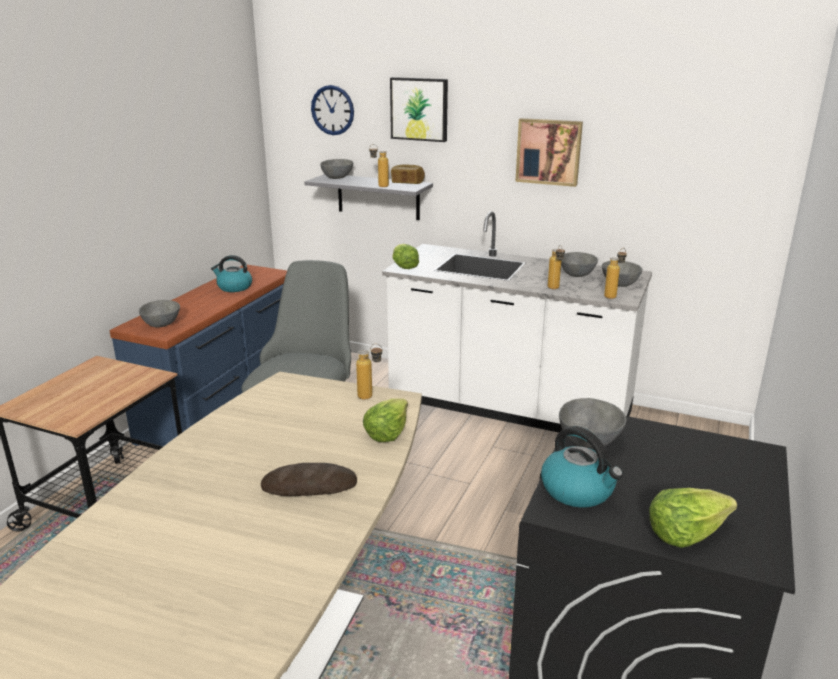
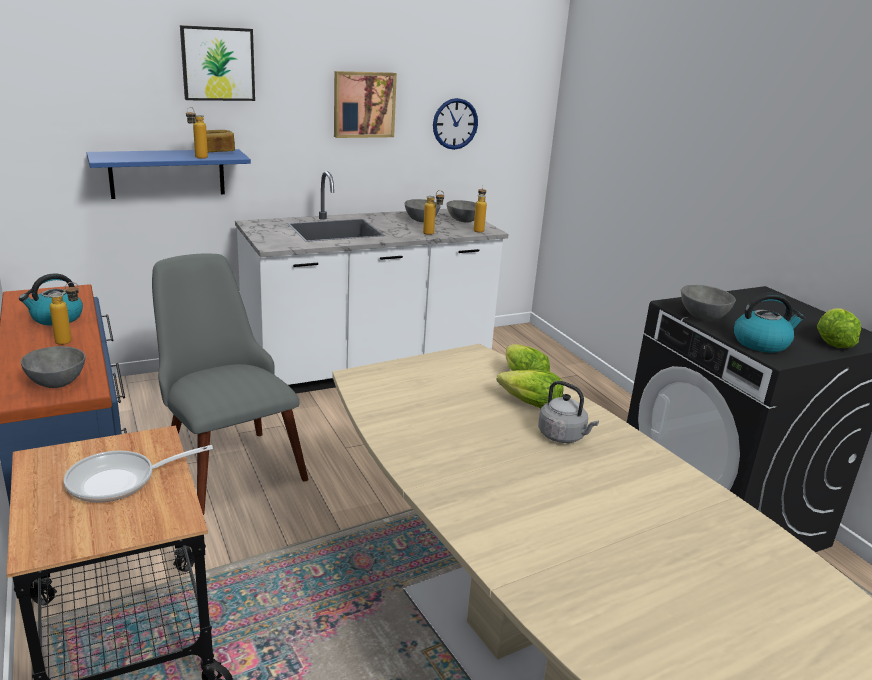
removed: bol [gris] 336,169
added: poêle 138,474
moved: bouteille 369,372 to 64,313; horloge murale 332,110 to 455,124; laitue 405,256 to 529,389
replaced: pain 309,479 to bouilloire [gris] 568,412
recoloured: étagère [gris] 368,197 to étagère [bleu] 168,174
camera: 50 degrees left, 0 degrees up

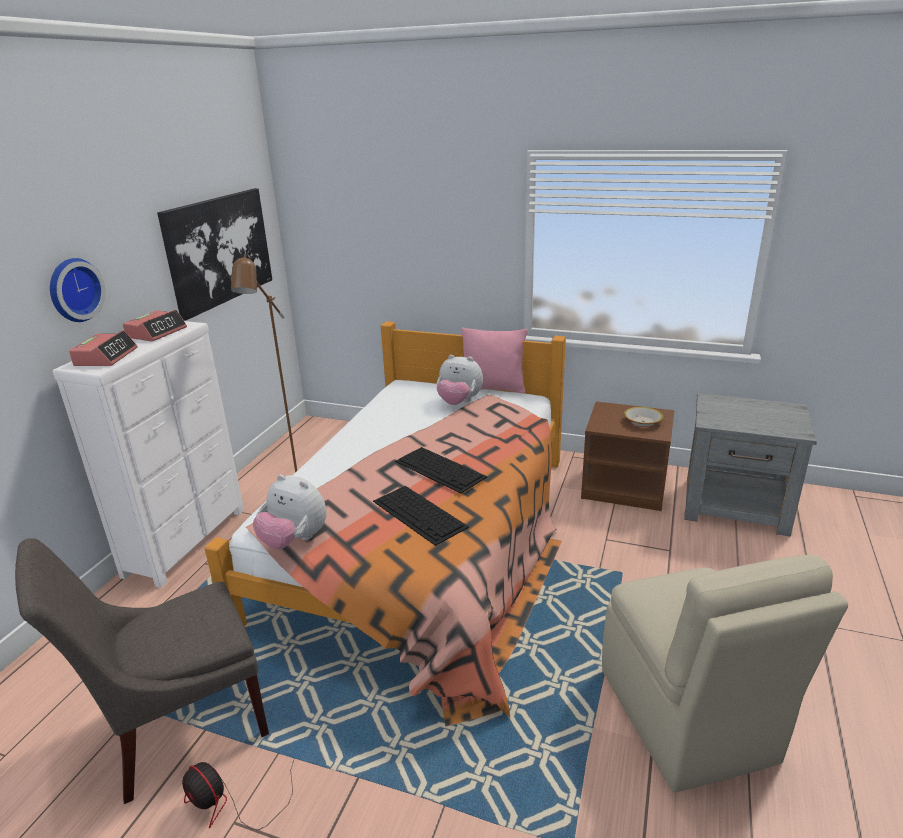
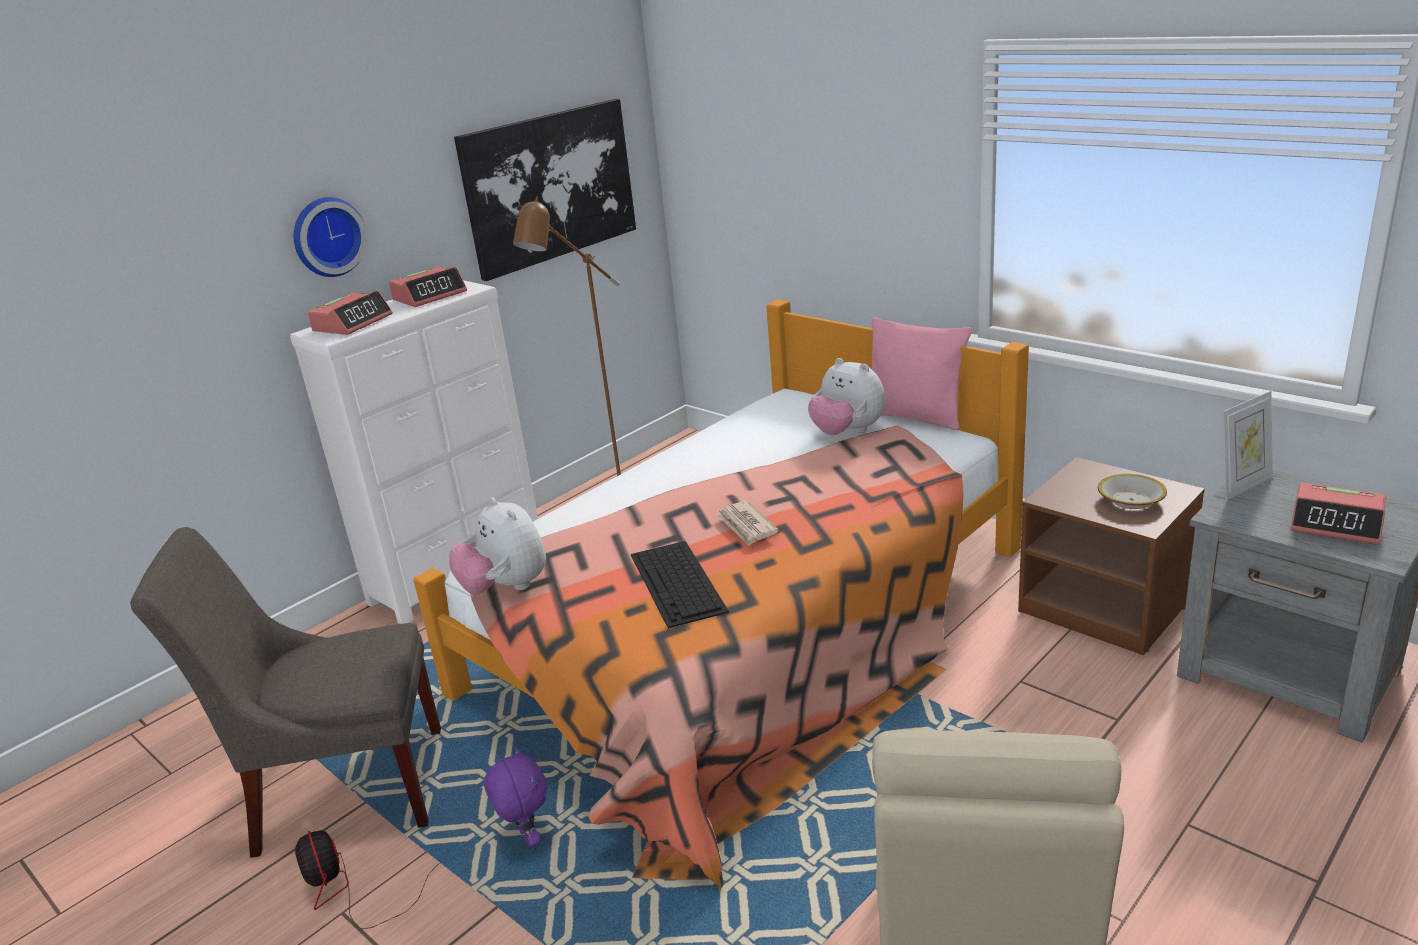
added: peluche [violet] 515,797; cadre photo 1248,445; réveil 1338,514
replaced: clavier 441,470 to journal 747,523
camera: 25 degrees right, 0 degrees up

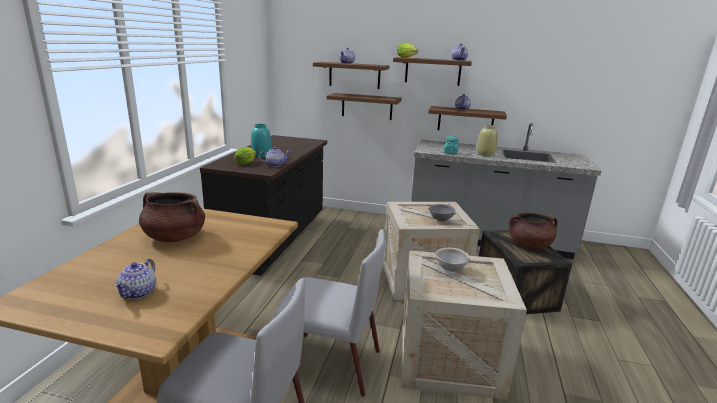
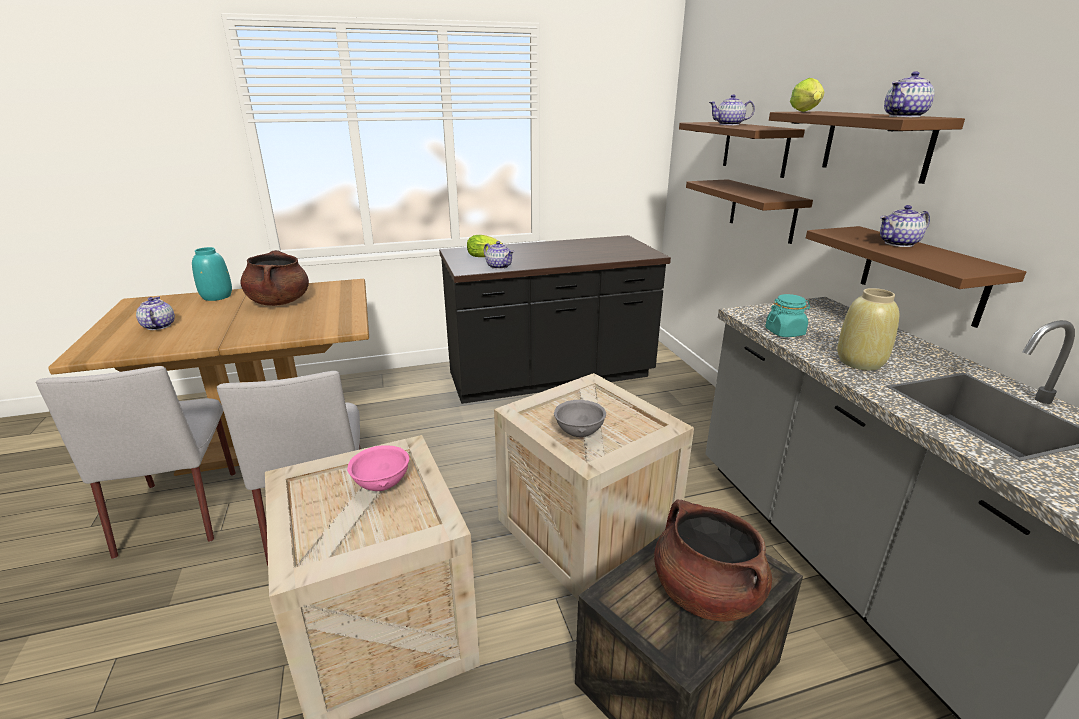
moved: vase [turquoise] 261,140 to 212,274
recoloured: bol [gris] 452,260 to bol [rose] 378,468
turned: théière 135,278 = 155,313 90 degrees clockwise
camera: 60 degrees right, 5 degrees up

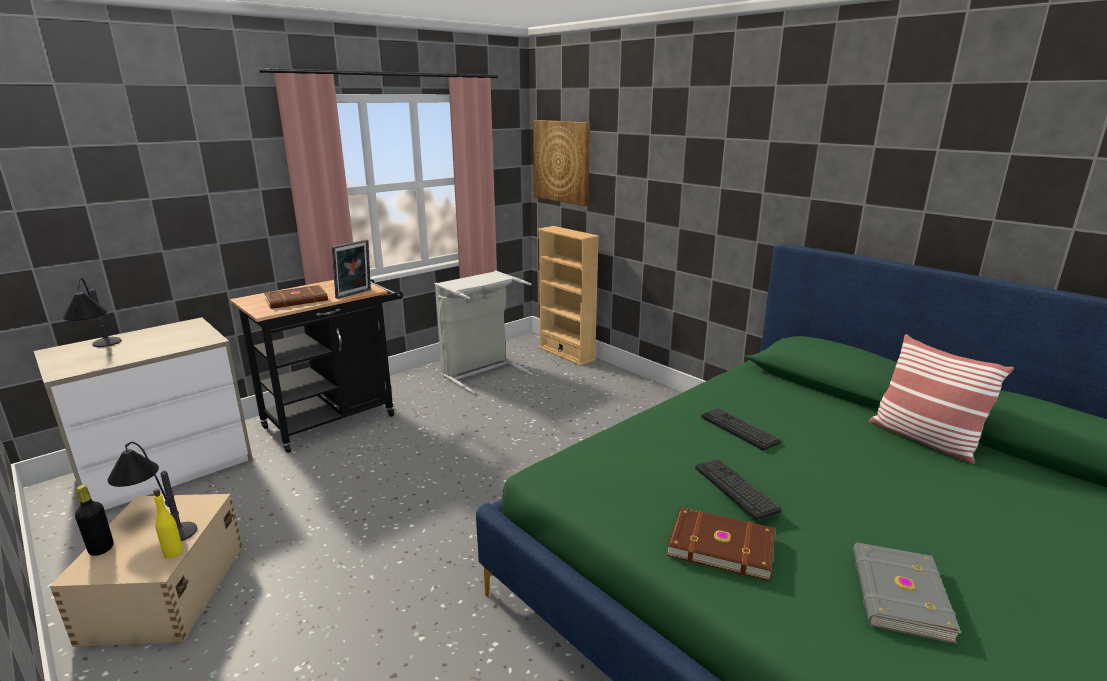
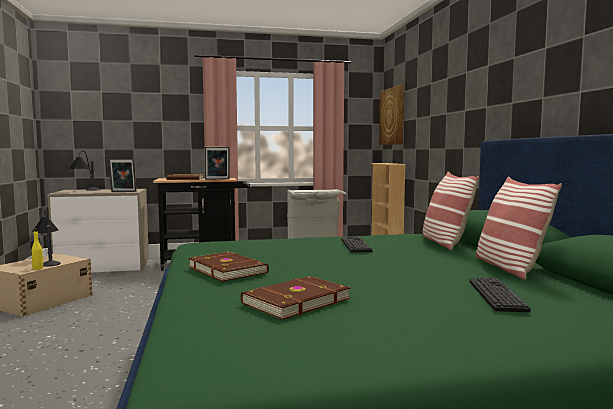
removed: bouteille [noir] 94,520
added: cadre photo 122,175; coussin 451,210
moved: clavier 738,489 to 500,295
recoloured: livre [gris] 907,594 to livre [marron] 296,298
camera: 30 degrees right, 15 degrees down

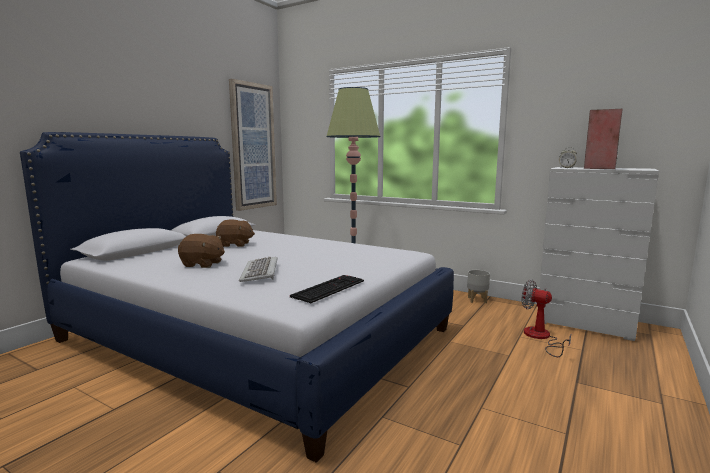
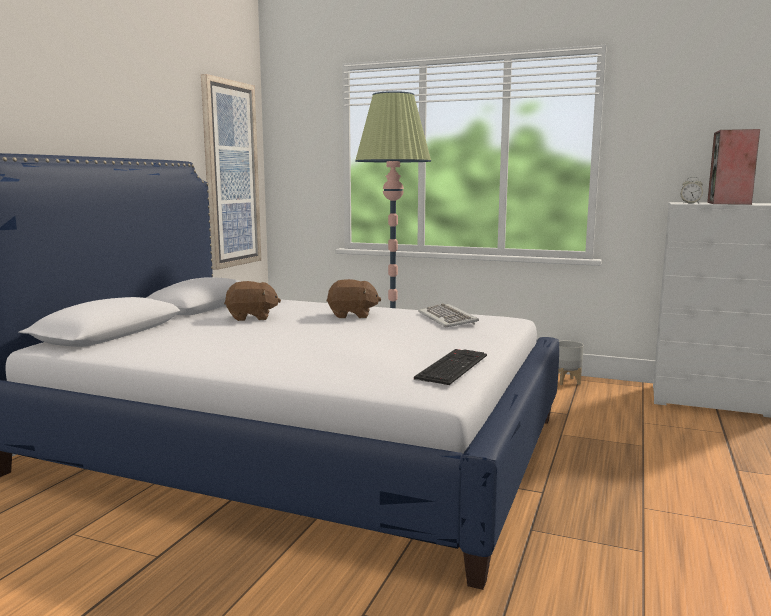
removed: ventilateur 546,318
moved: peluche [marron] 201,251 to 353,298; clavier 258,269 to 448,315
camera: 10 degrees left, 0 degrees up

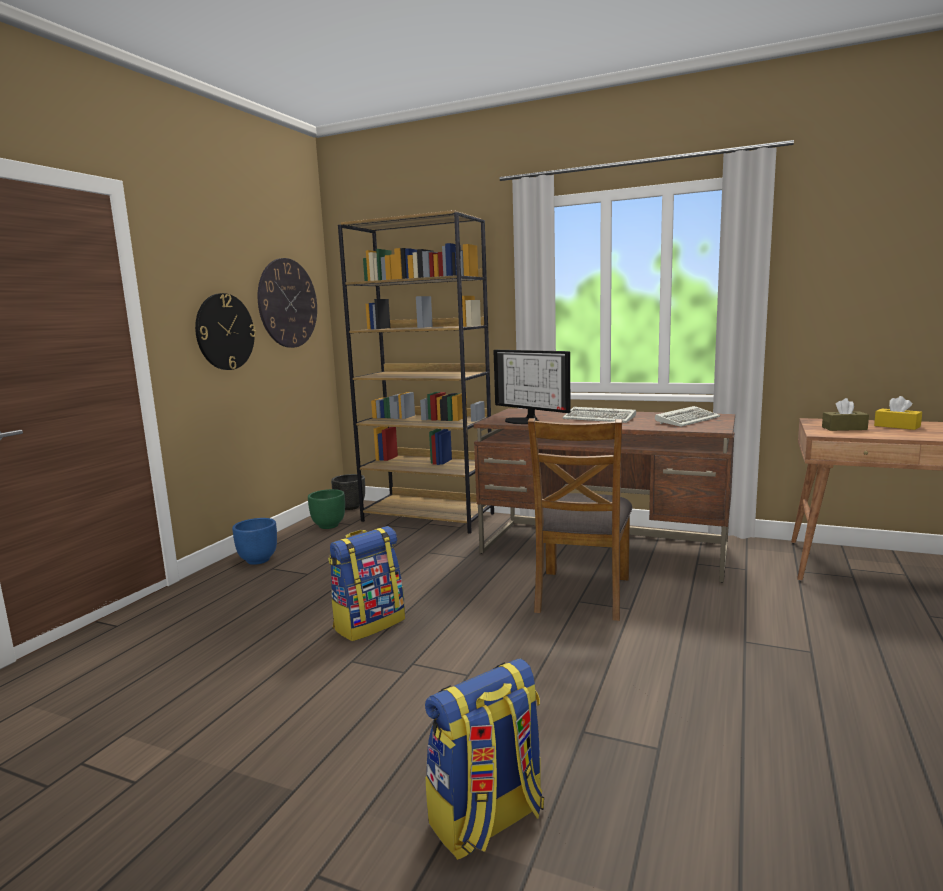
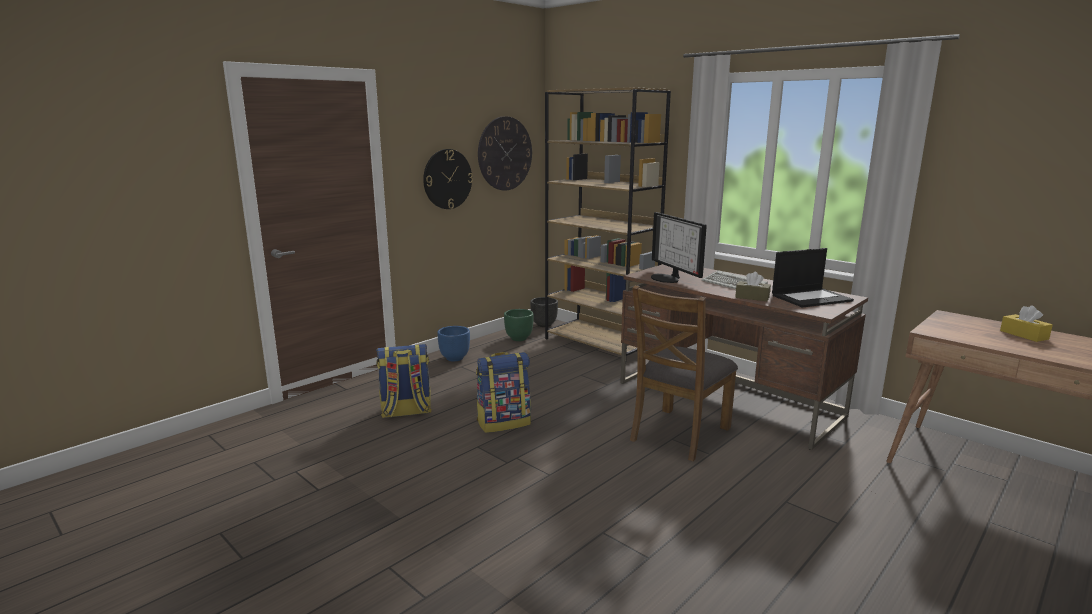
moved: sac à dos 484,759 to 404,381; boîte à mouchoirs [marron] 845,414 to 753,286
replaced: clavier 687,416 to ordinateur portable 813,278
camera: 20 degrees right, 5 degrees up

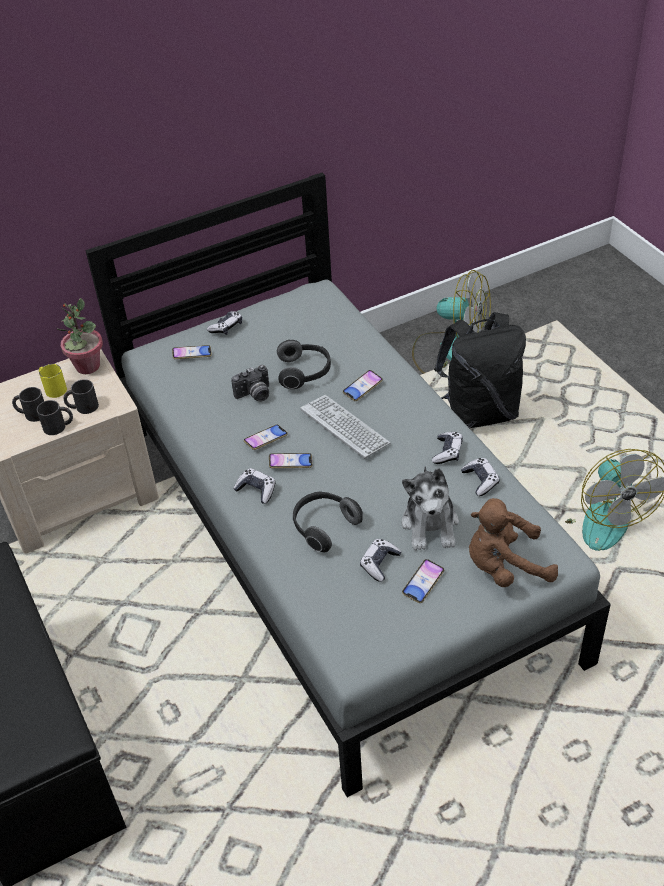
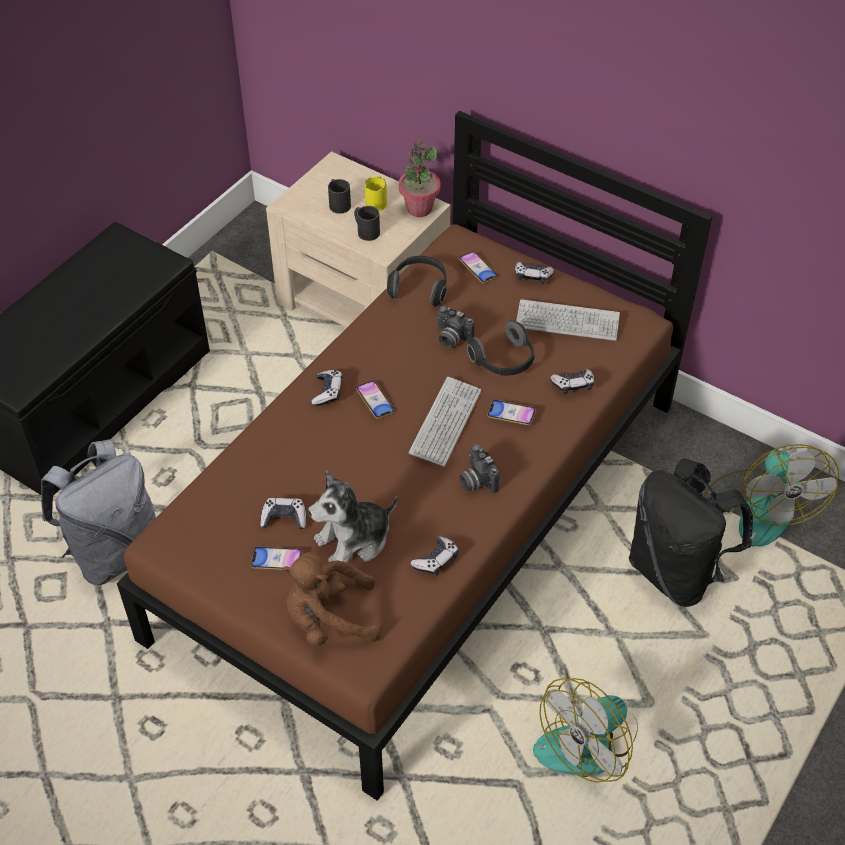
removed: mug [noir] 55,417; téléphone 266,437
added: sac à dos [gris] 98,512; appareil photo 479,469; clavier 568,320
moved: casque audio 328,521 to 417,281; manette 447,448 to 572,381
recoloured: lit [gris] 348,485 to lit [marron] 415,456
turned: peluche [marron] 513,542 = 332,599 60 degrees counterclockwise
camera: 60 degrees right, 5 degrees up

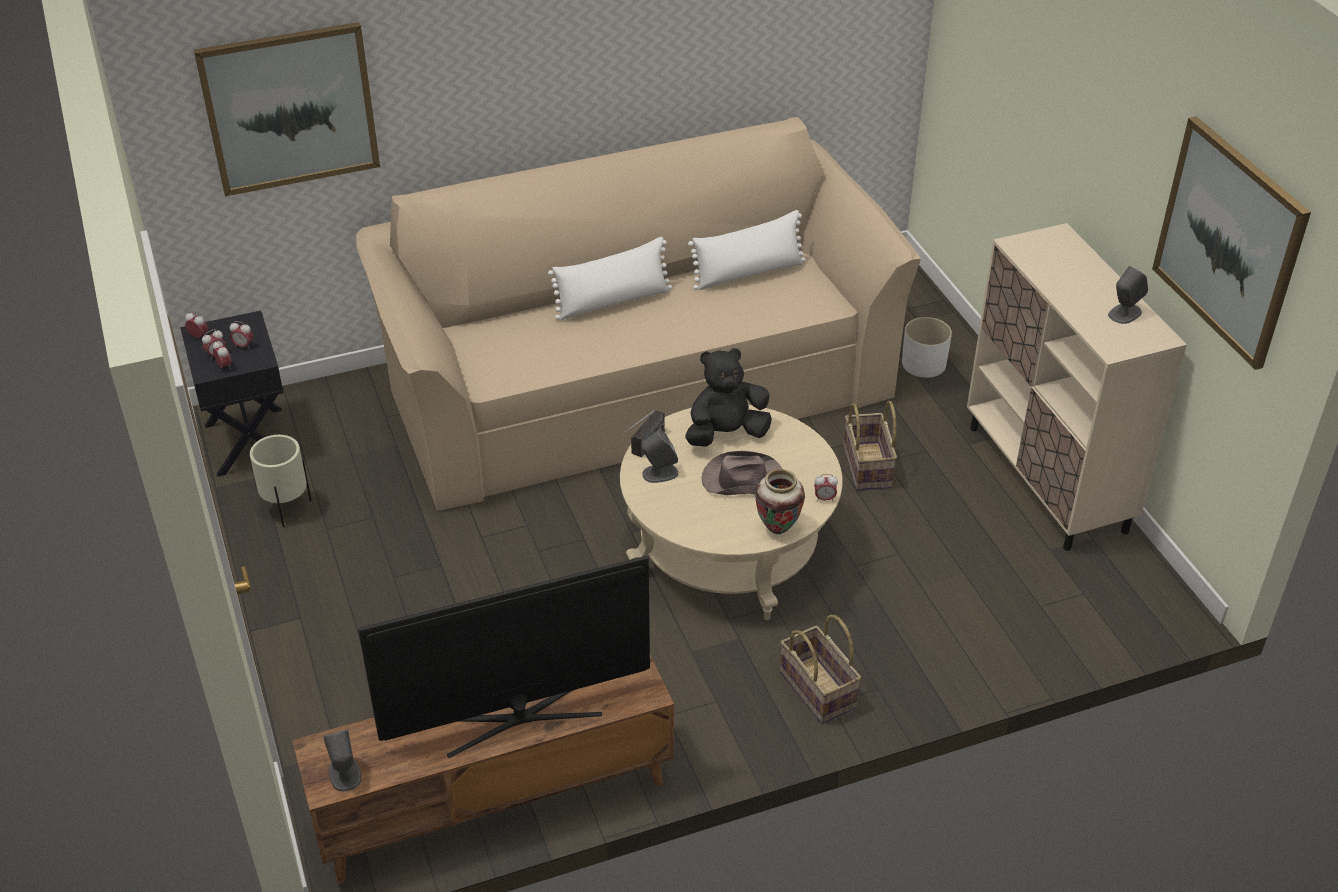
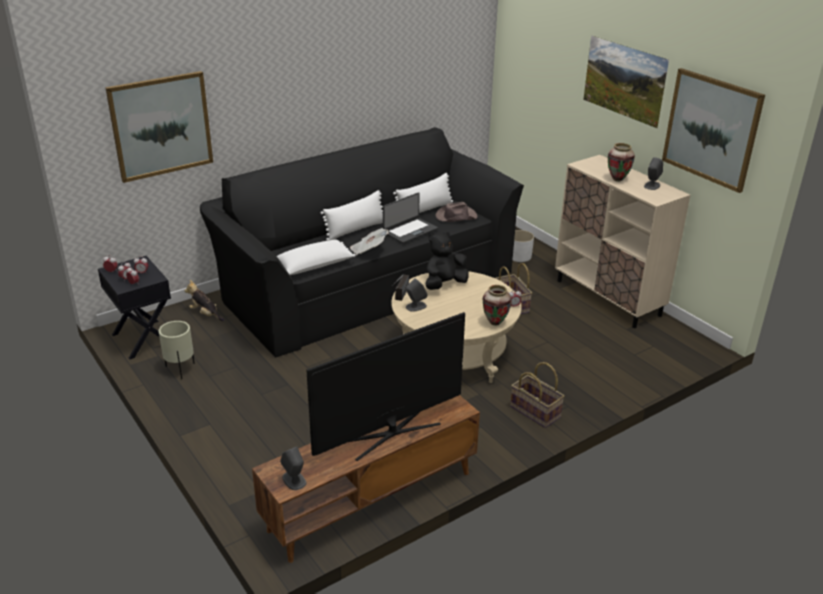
added: peluche 204,301; coussin [blanc] 316,257; journal 369,241; ordinateur portable 410,217; tableau 626,81; vase 621,162
moved: chapeau [marron] 742,473 to 456,212
recoloured: canapé [beige] 638,314 to canapé [noir] 362,242
camera: 15 degrees left, 10 degrees down

